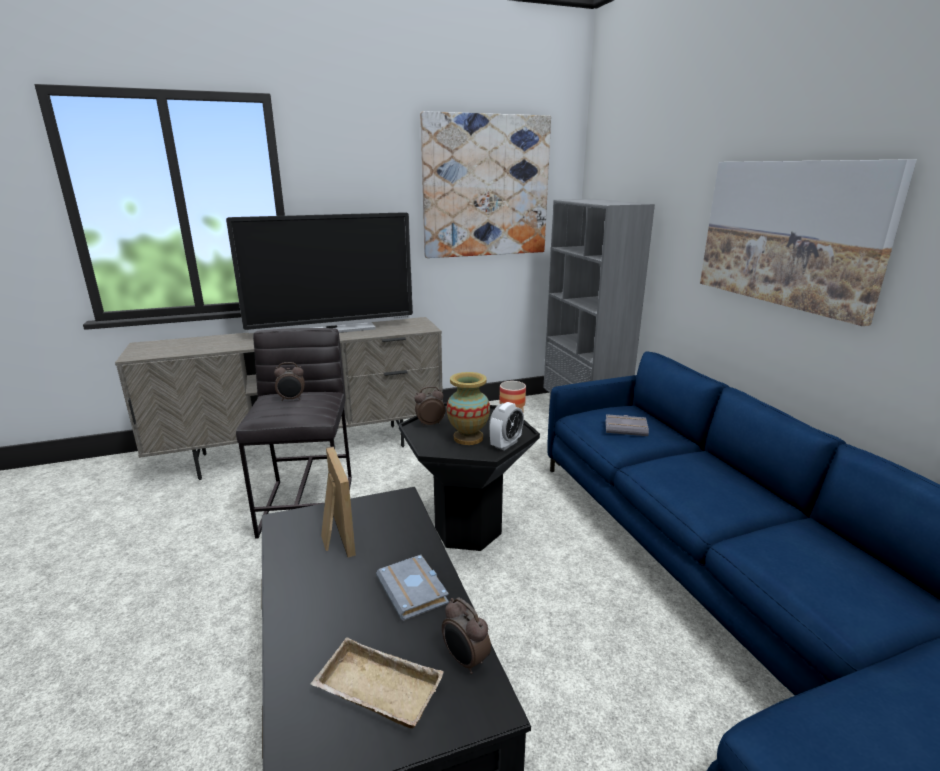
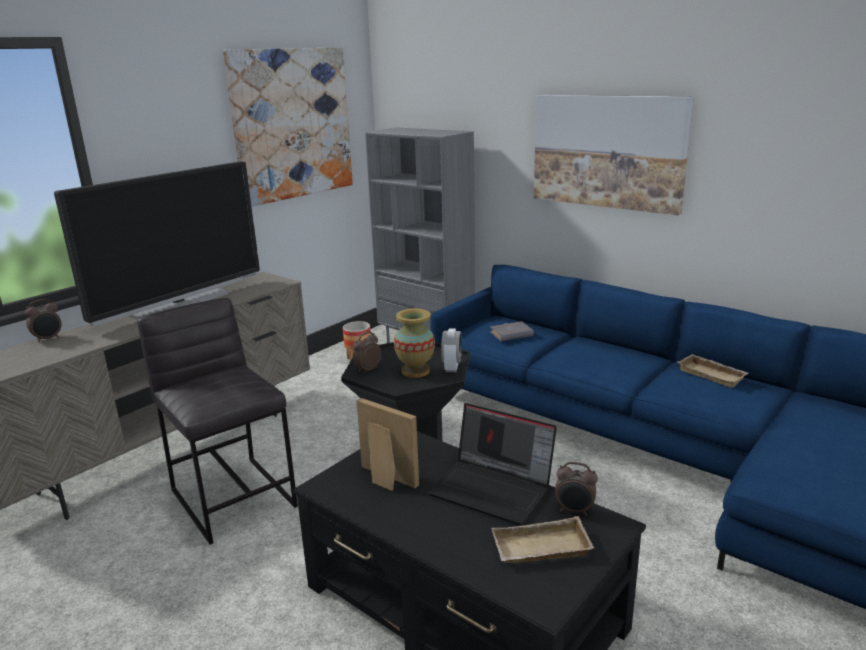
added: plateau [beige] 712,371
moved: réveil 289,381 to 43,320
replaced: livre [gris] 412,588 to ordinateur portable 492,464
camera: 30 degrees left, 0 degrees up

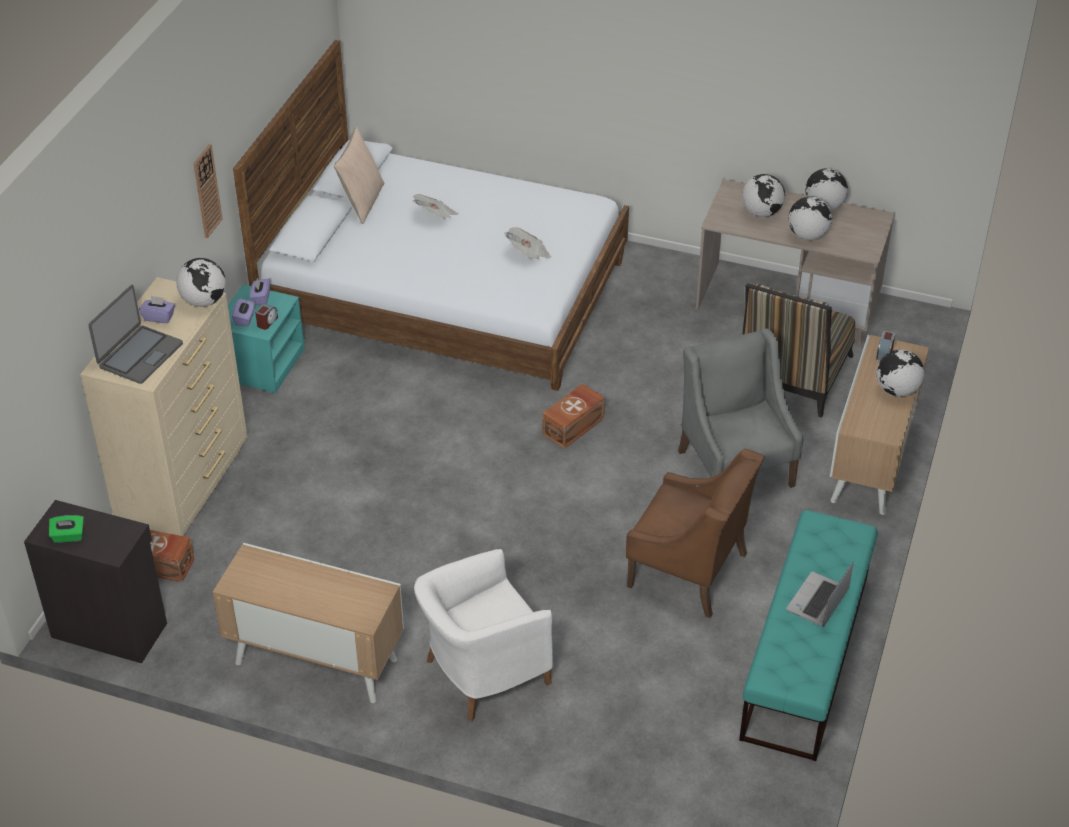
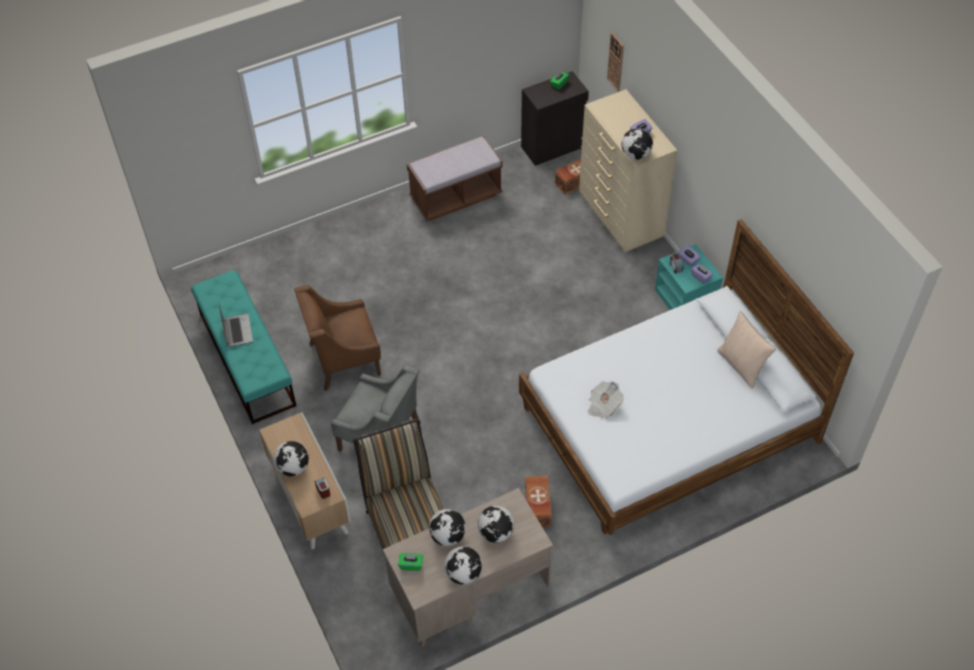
removed: ordinateur portable 135,334; journal 436,206; fauteuil [blanc] 483,635
added: boîte à mouchoirs [vert] 410,562
moved: boîte de rangement [marron] 573,416 to 538,501; horloge murale 208,191 to 615,62
replaced: meuble de rangement 308,623 to banc [marron] 455,178
camera: 135 degrees right, 10 degrees up

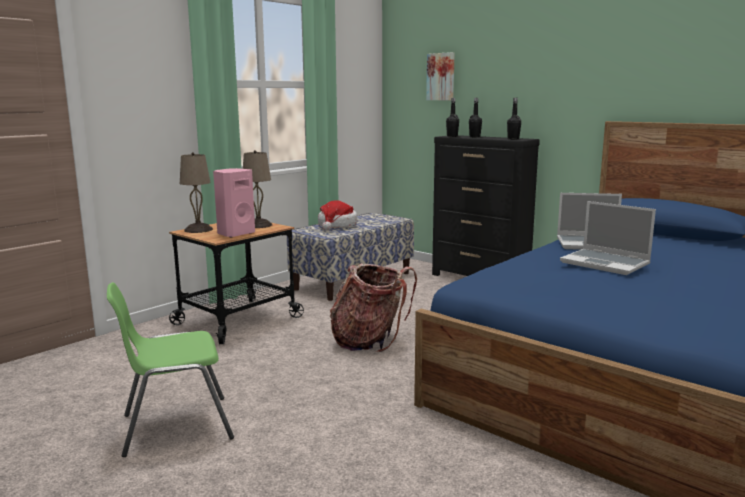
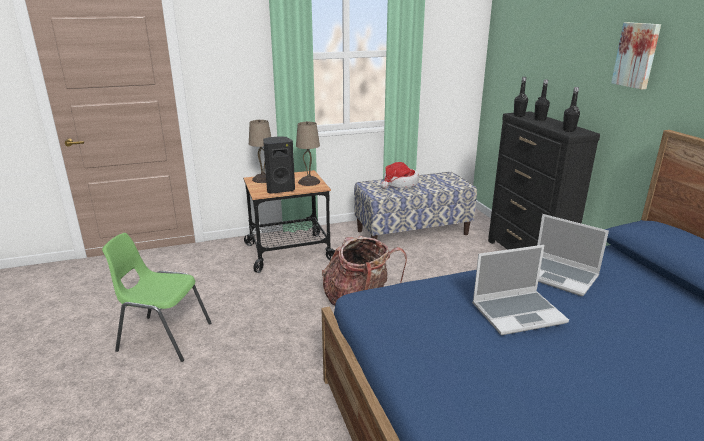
moved: tableau 440,76 to 636,56
recoloured: enceinte [rose] 234,203 to enceinte [noir] 279,165
turned: ordinateur portable 608,238 = 520,290 90 degrees counterclockwise
camera: 30 degrees right, 10 degrees up

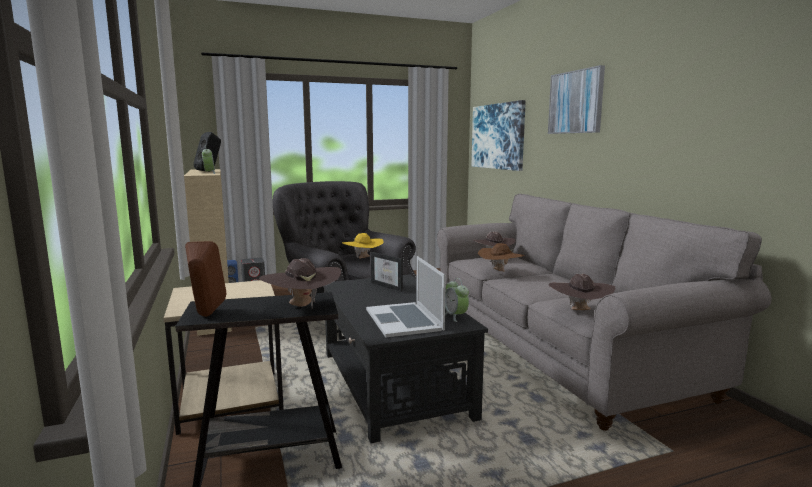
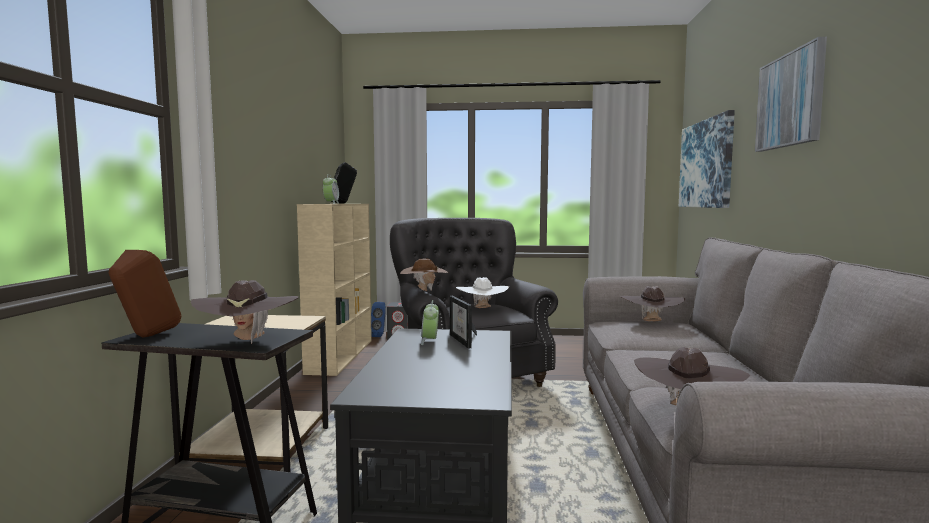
removed: ordinateur portable 406,296
moved: chapeau [marron] 501,257 to 424,274; réveil 457,300 to 430,322
recoloured: chapeau [jaune] 363,246 to chapeau [blanc] 482,292
camera: 25 degrees right, 5 degrees down

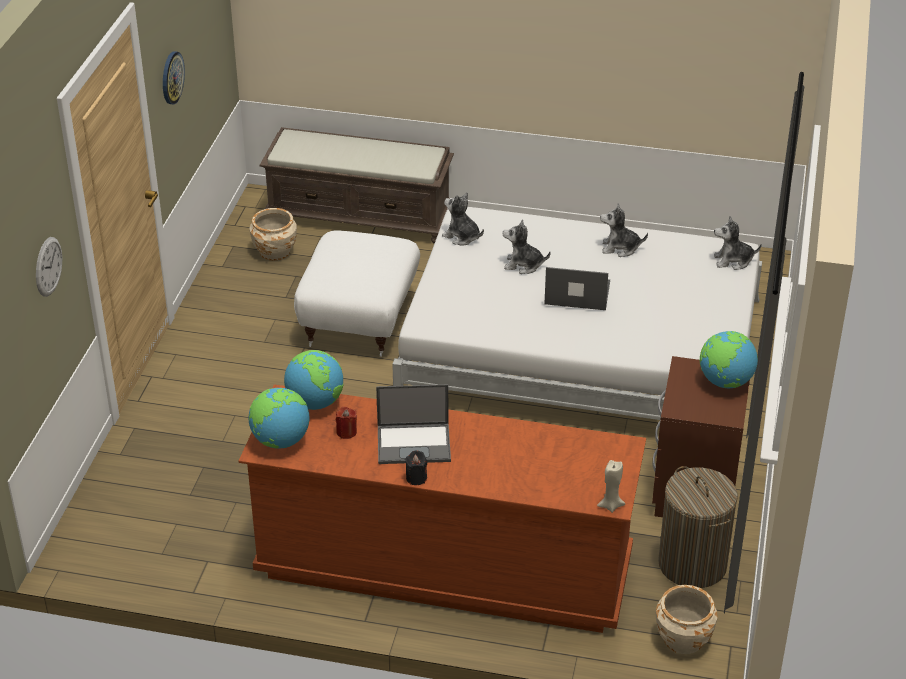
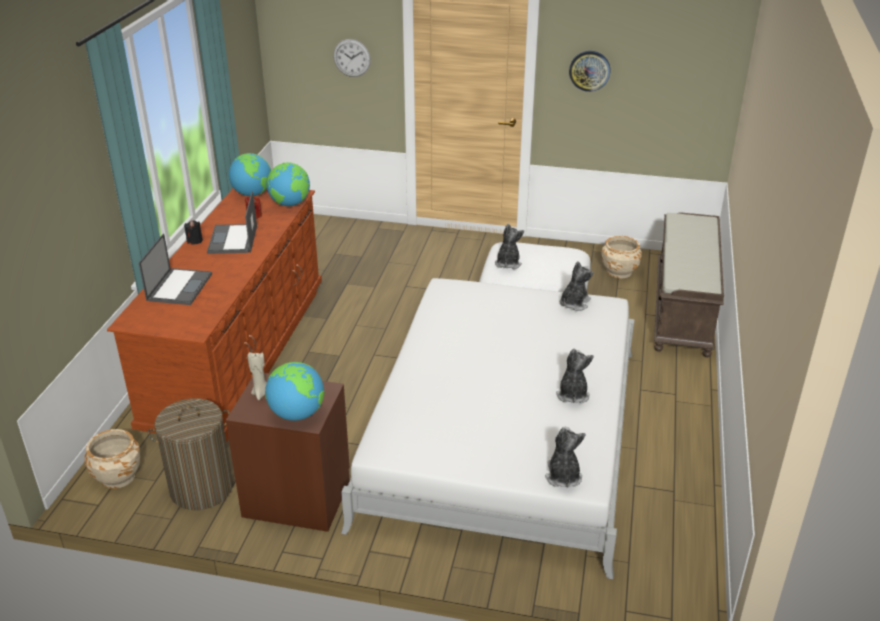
moved: ordinateur portable 577,288 to 175,269; bougie [beige] 611,486 to 257,376; peluche 527,246 to 509,246
camera: 90 degrees right, 5 degrees down

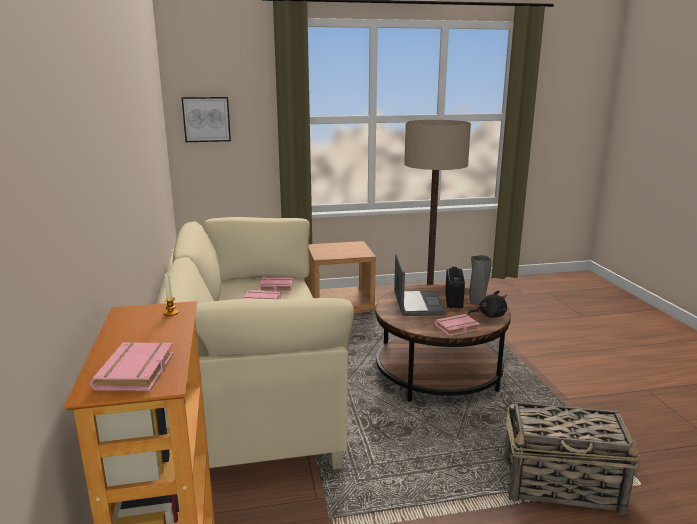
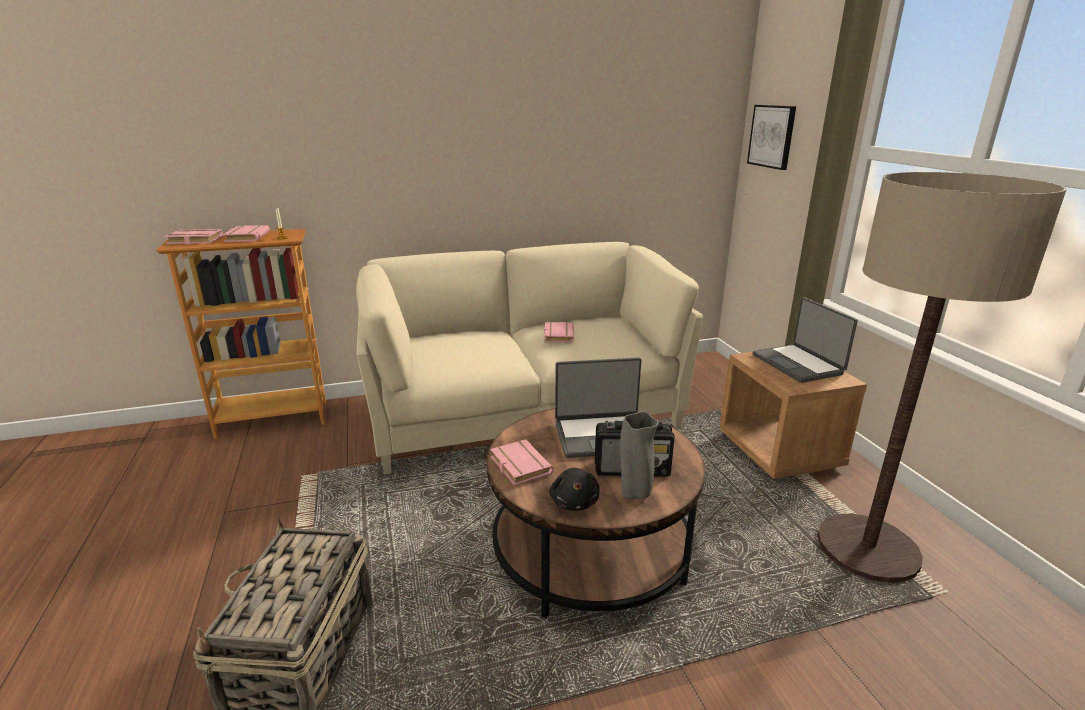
added: ordinateur portable 805,340
moved: livre [rose] 276,285 to 246,233
camera: 85 degrees right, 5 degrees up

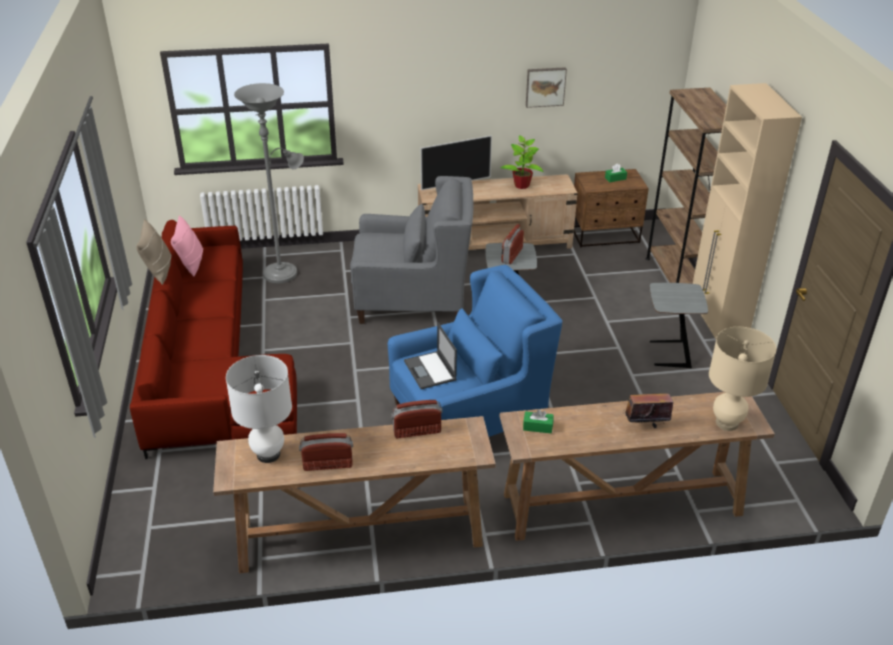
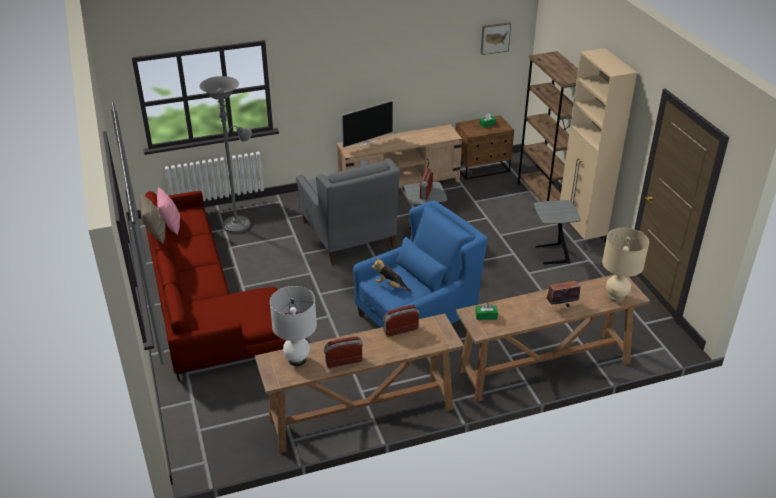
removed: plante en pot 522,162
moved: tableau 546,87 to 496,38
replaced: ordinateur portable 430,355 to peluche 392,274
turned: fauteuil [gris] 411,250 = 348,211 75 degrees clockwise
camera: 10 degrees left, 0 degrees up

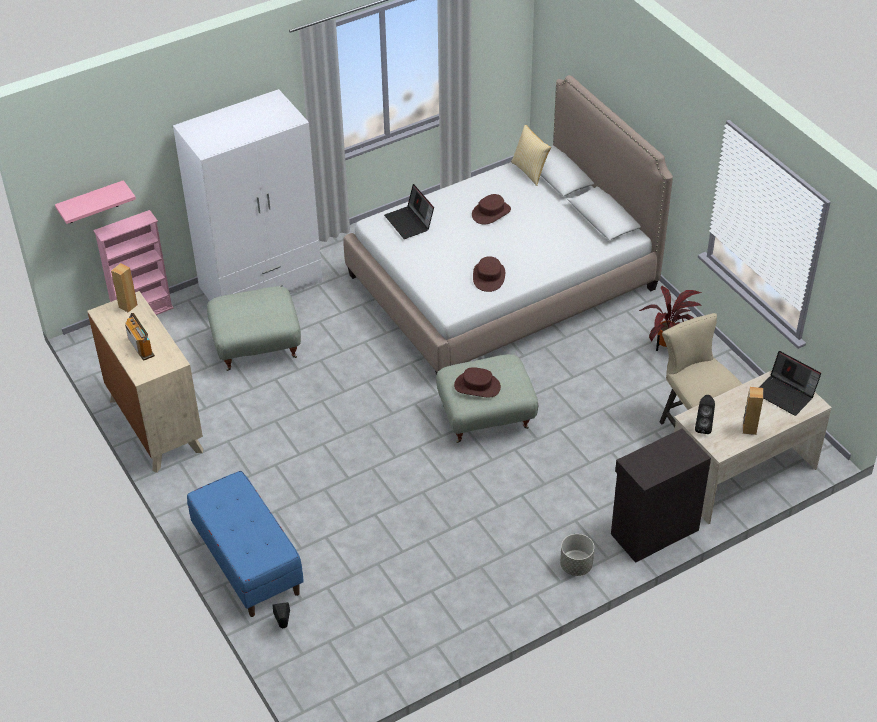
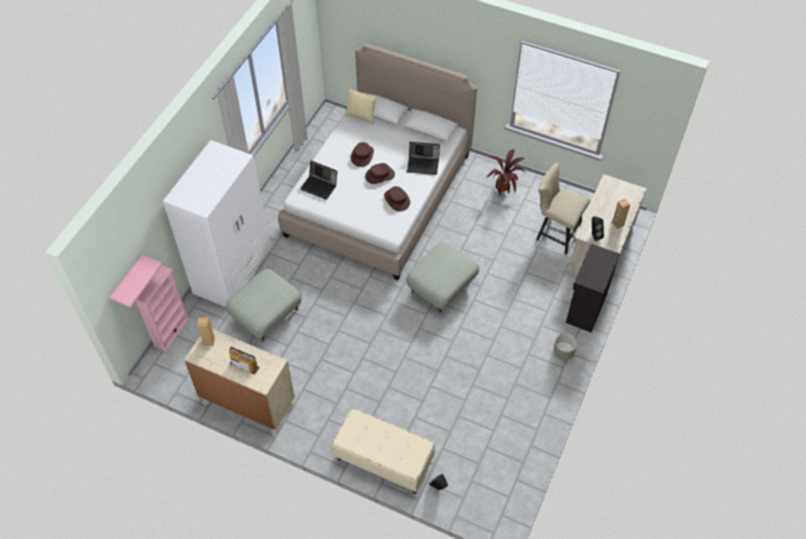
moved: chapeau [marron] 477,382 to 380,173; ordinateur portable 790,383 to 423,158
recoloured: banc [bleu] 245,544 to banc [beige] 383,451
camera: 35 degrees left, 10 degrees up

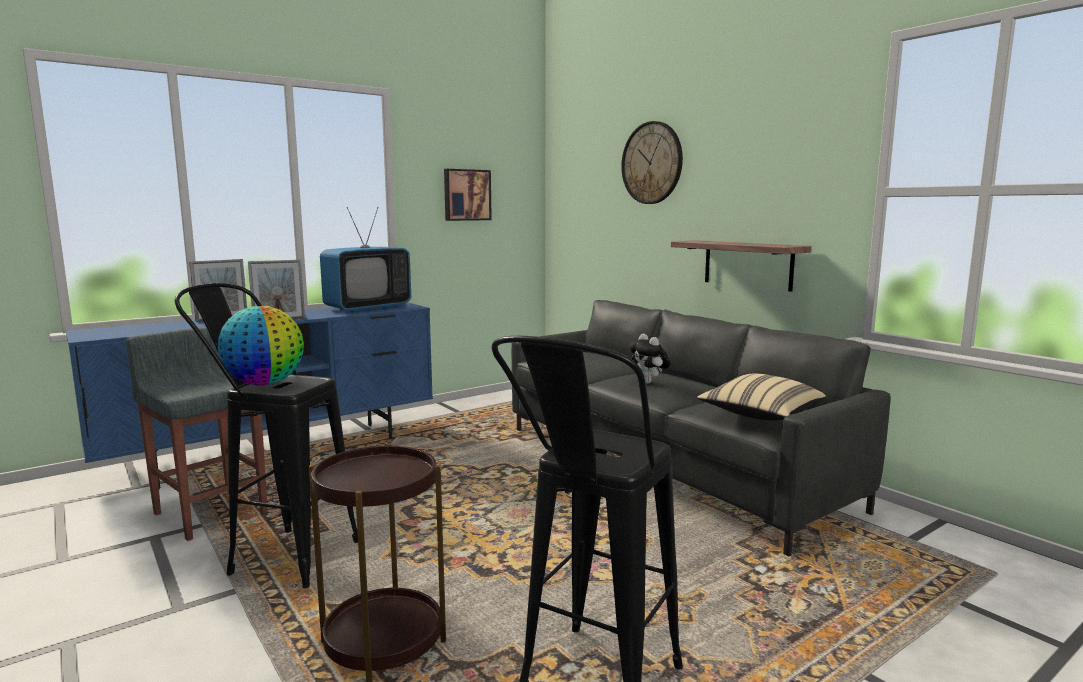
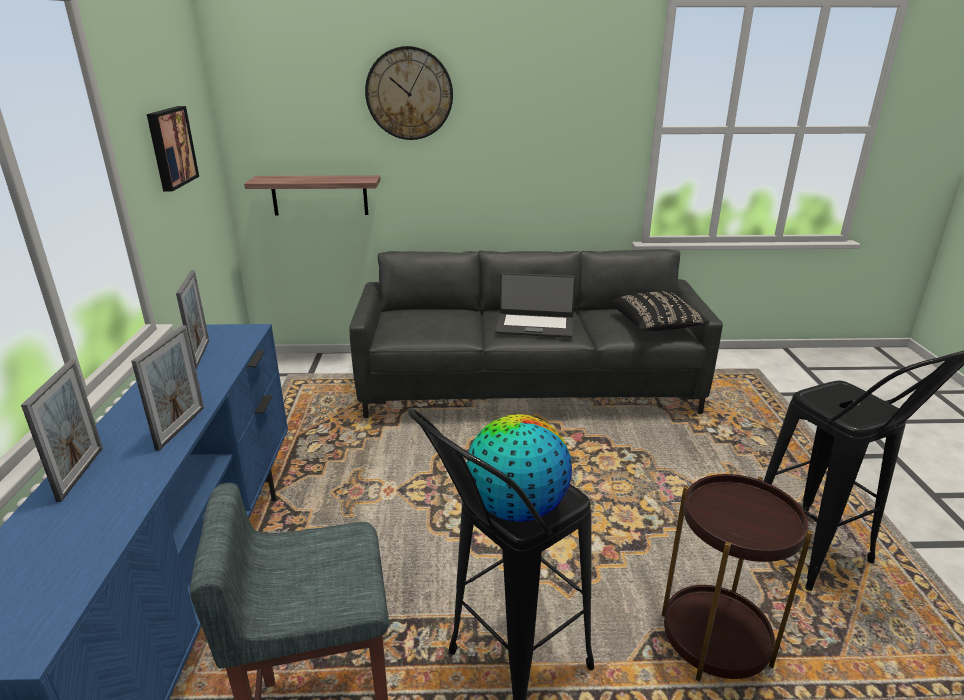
moved: étagère 741,266 to 312,195
replaced: téléviseur 365,259 to cadre photo 192,319; peluche 649,359 to ordinateur portable 535,305
recoloured: coussin [beige] 761,397 to coussin [noir] 660,311
camera: 55 degrees left, 15 degrees up

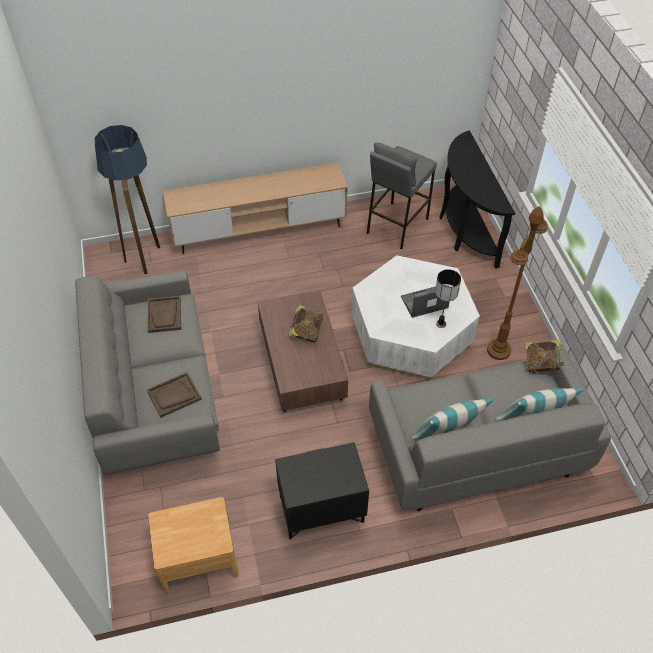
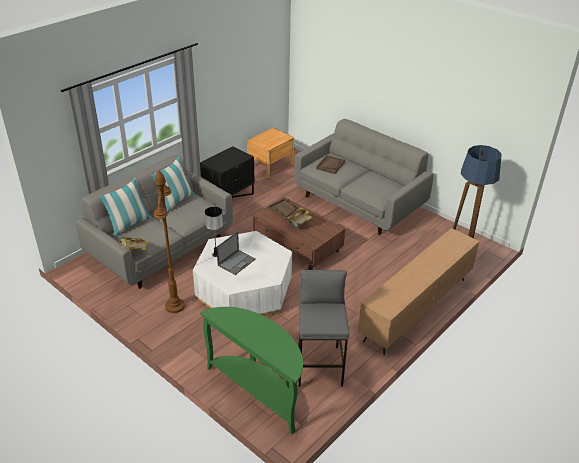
moved: plateau [marron] 164,314 to 283,209
recoloured: table console [noir] 477,200 to table console [vert] 251,371
camera: 145 degrees right, 15 degrees down

